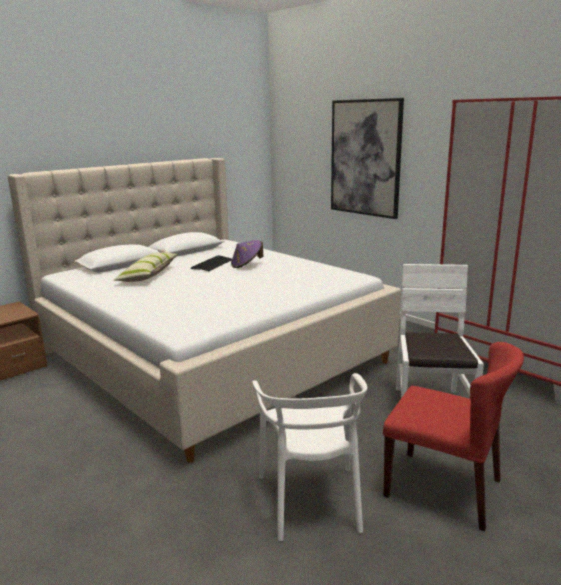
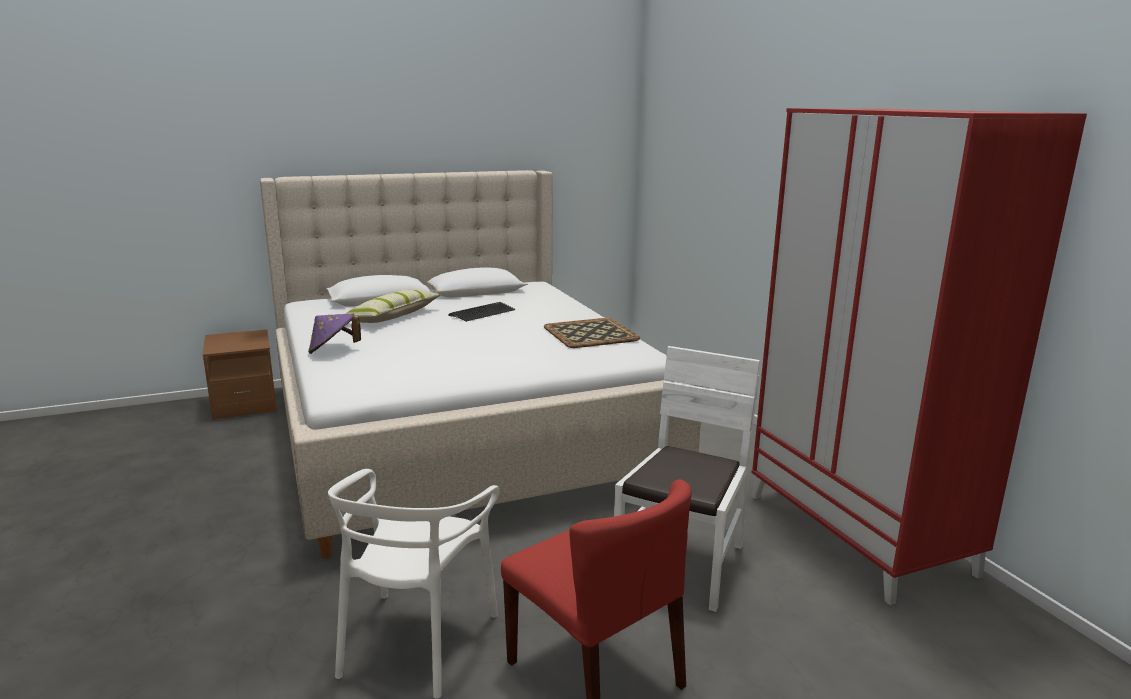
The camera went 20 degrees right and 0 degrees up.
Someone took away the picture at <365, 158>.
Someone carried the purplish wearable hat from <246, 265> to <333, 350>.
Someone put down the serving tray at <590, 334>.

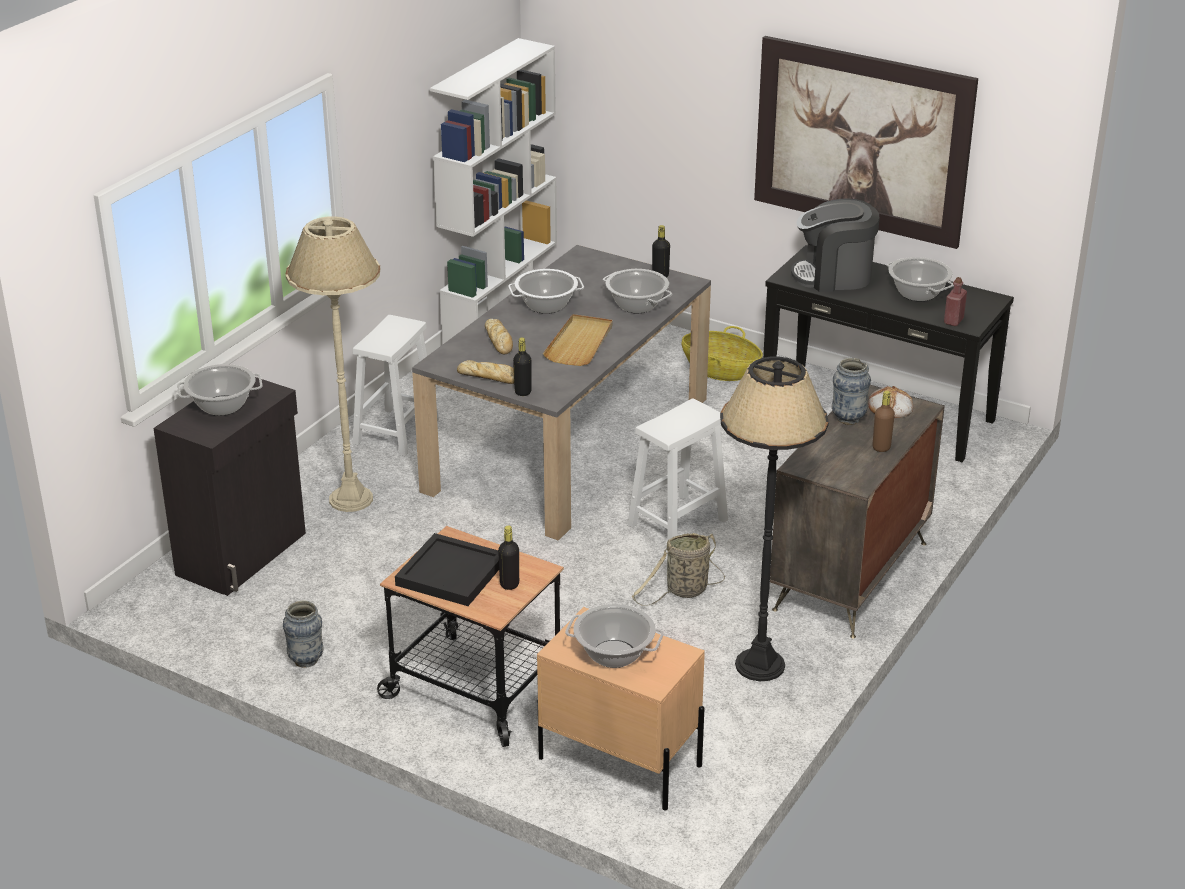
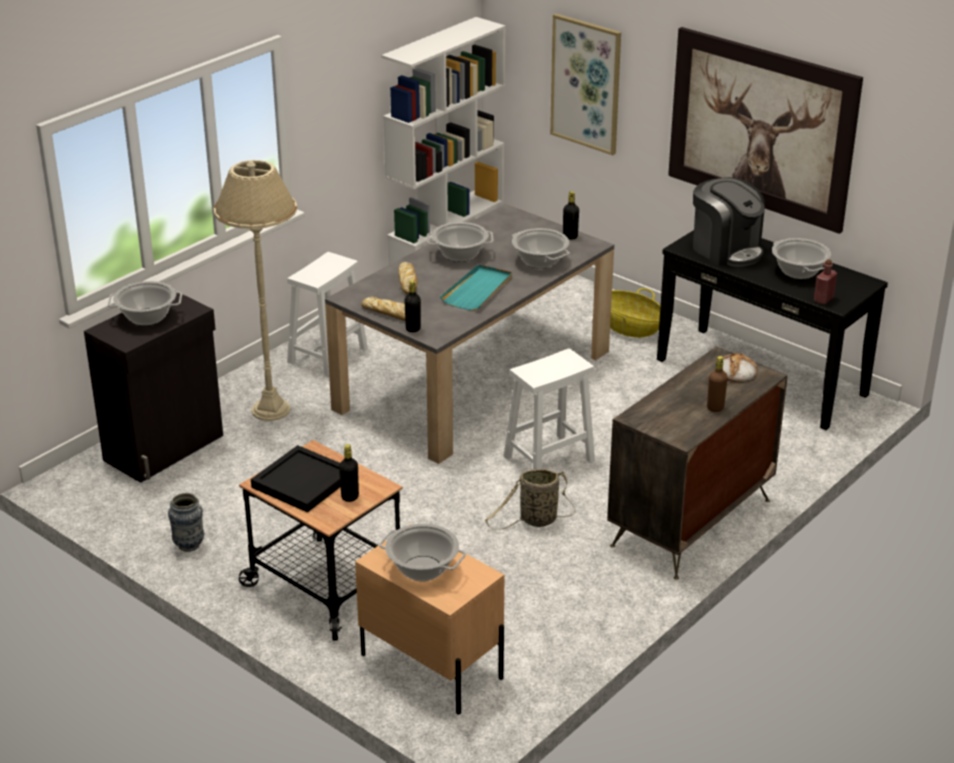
The camera went 10 degrees right and 0 degrees up.
Someone rotated the coffee maker at <834, 276> by 135 degrees counterclockwise.
Someone repainted the beige serving tray at <580, 343>, which became the turquoise serving tray at <478, 290>.
Someone took away the black-coloured standard lamp at <759, 665>.
Someone took away the decorative vase at <848, 419>.
Someone put up the picture at <586, 84>.

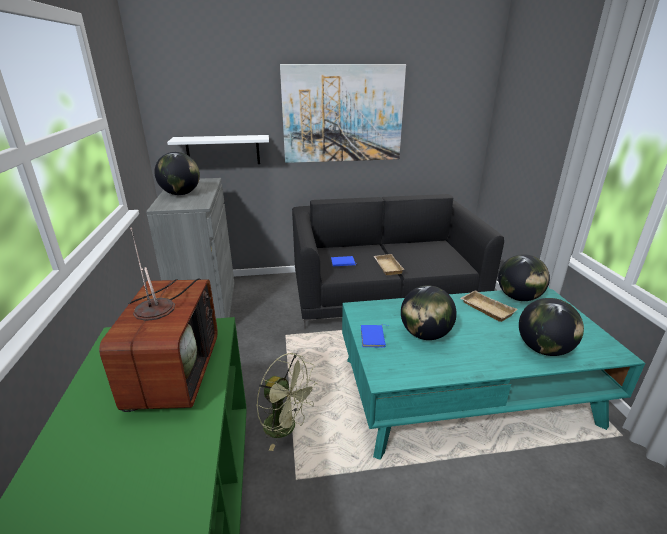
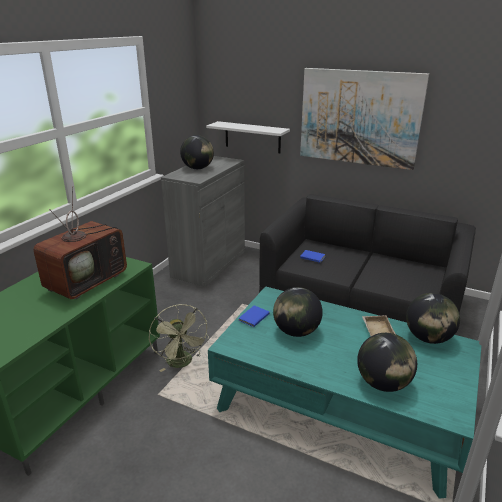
The camera went 35 degrees right and 0 degrees up.
Someone took away the beige serving tray at <386, 267>.

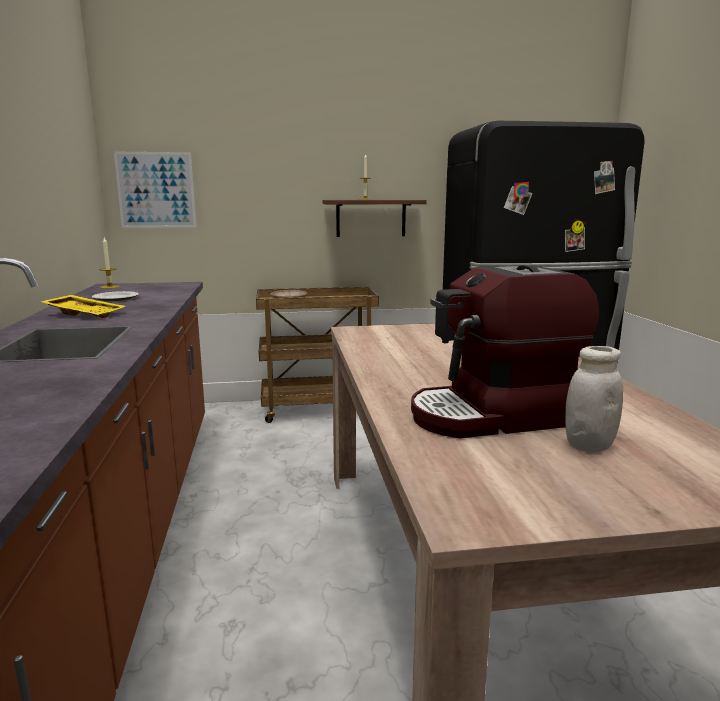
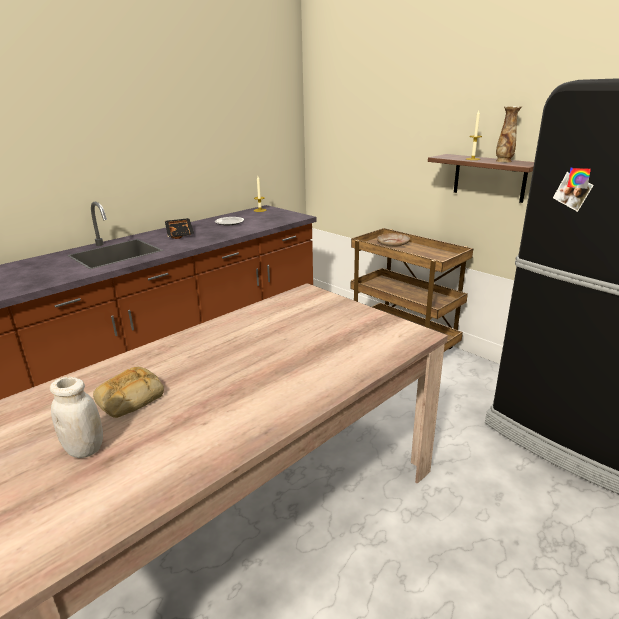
The camera went 55 degrees right and 10 degrees up.
Someone took away the picture at <156, 190>.
Someone swapped the coffee maker at <494, 416> for the bakery bread at <129, 398>.
Someone repainted the yellow-coloured serving tray at <86, 314>, which became the black-coloured serving tray at <180, 233>.
Someone put down the decorative vase at <504, 161>.

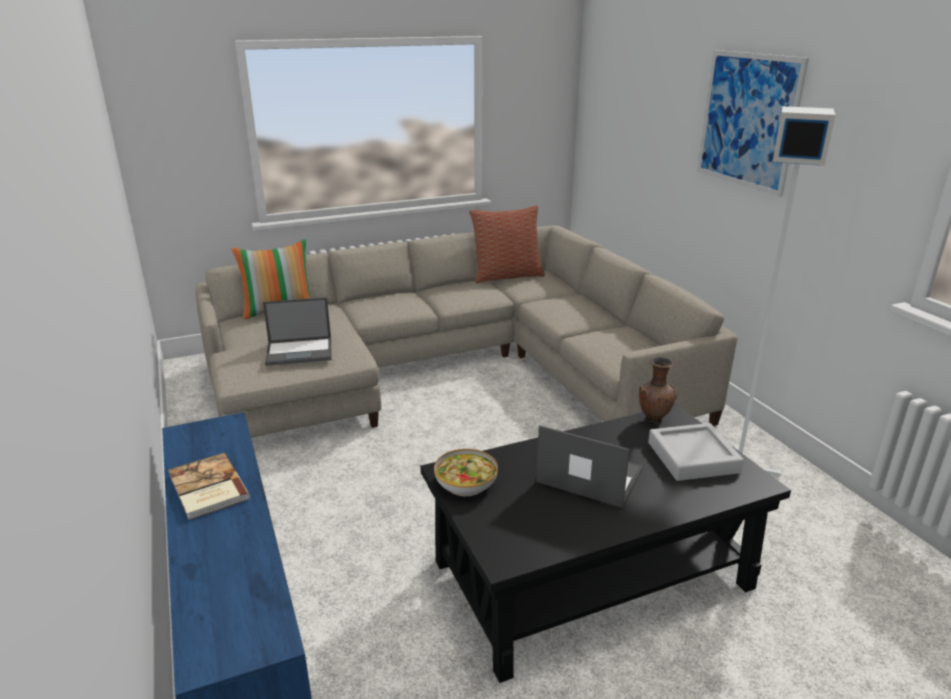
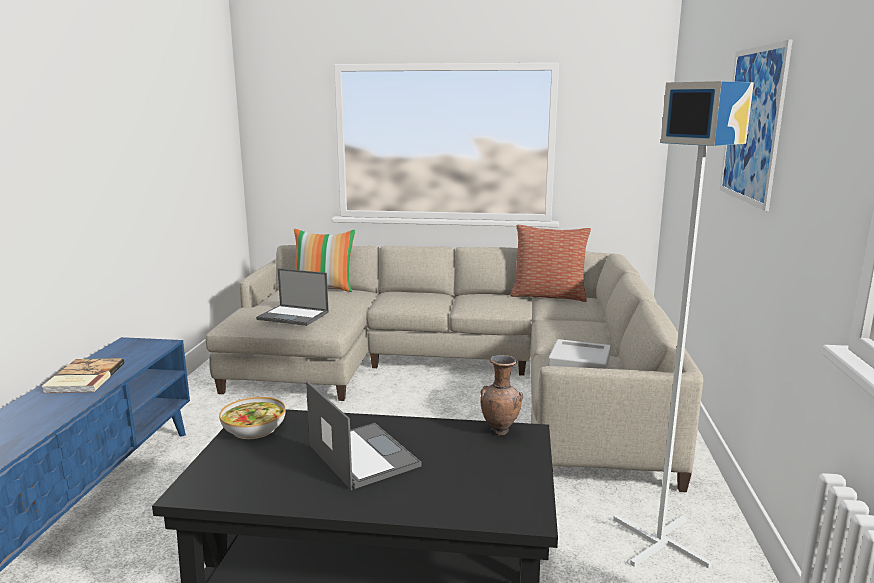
The camera went 30 degrees right and 10 degrees down.
Someone carried the gray serving tray from <693, 457> to <579, 363>.

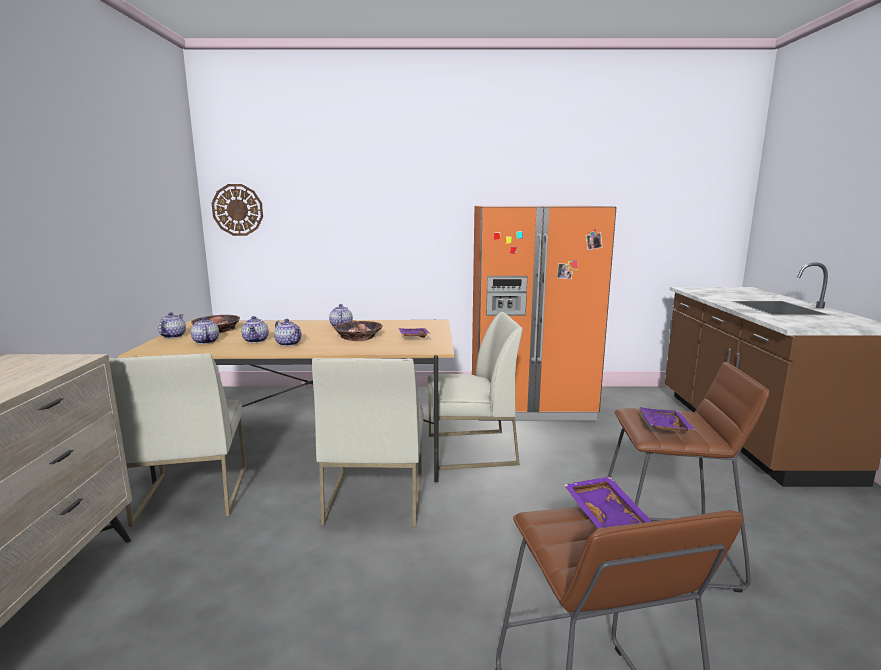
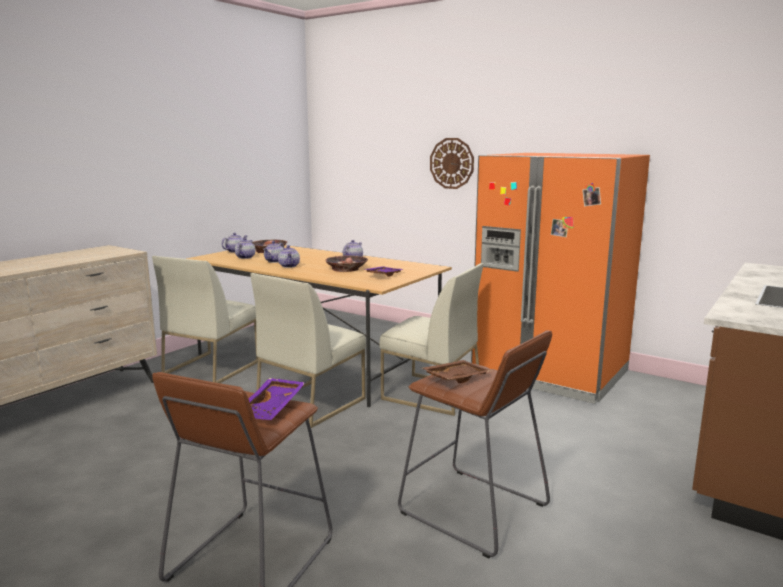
The camera went 35 degrees right and 0 degrees up.
Someone carried the clock on the wall from <237, 210> to <452, 163>.
Someone repainted the purplish serving tray at <662, 427>, which became the brownish serving tray at <455, 378>.

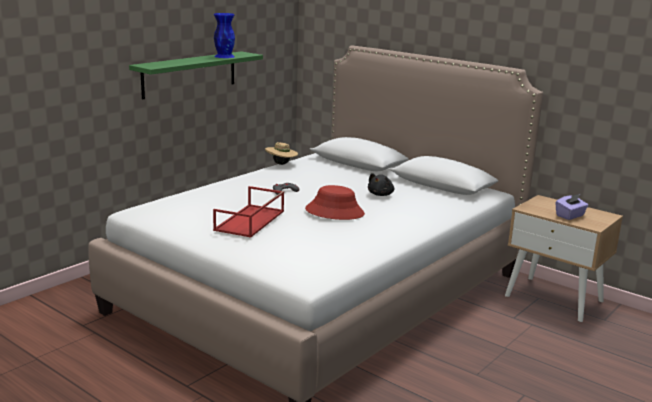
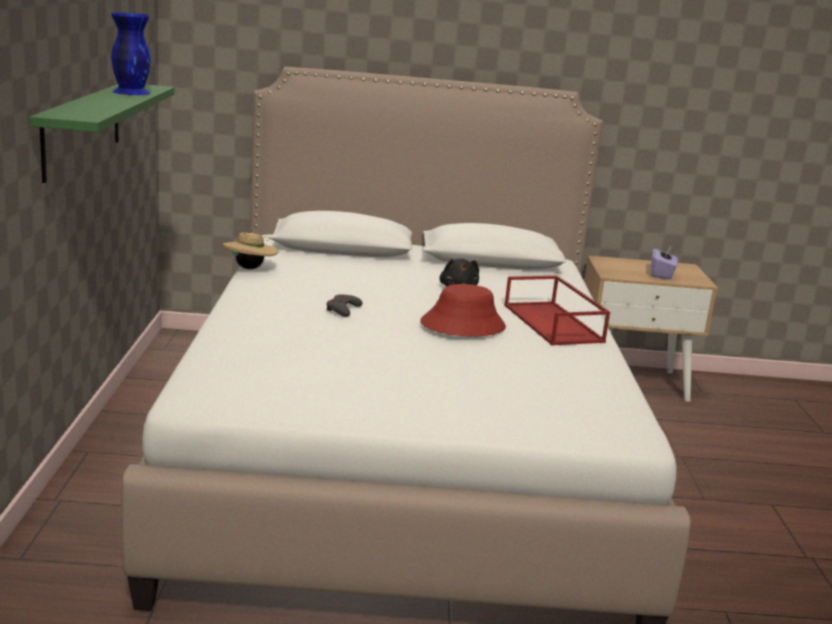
The camera went 40 degrees left and 0 degrees up.
Someone carried the red serving tray from <250, 221> to <554, 323>.

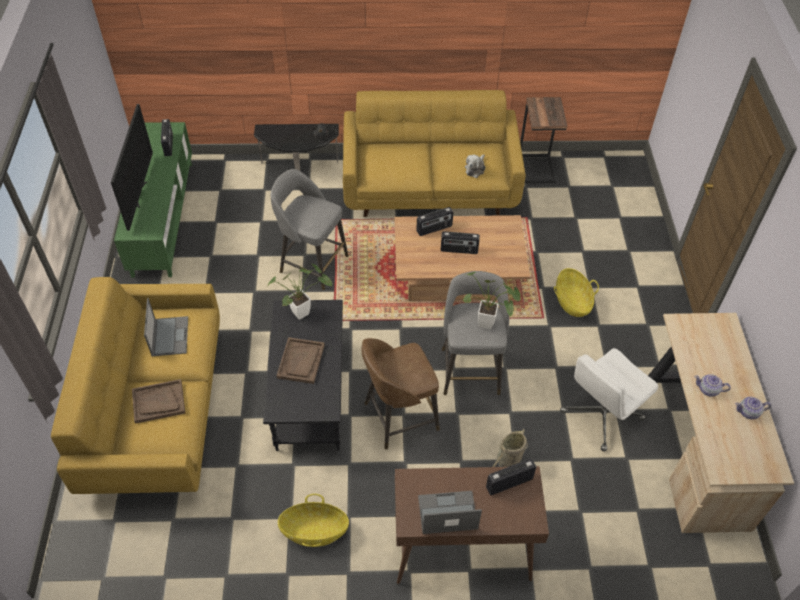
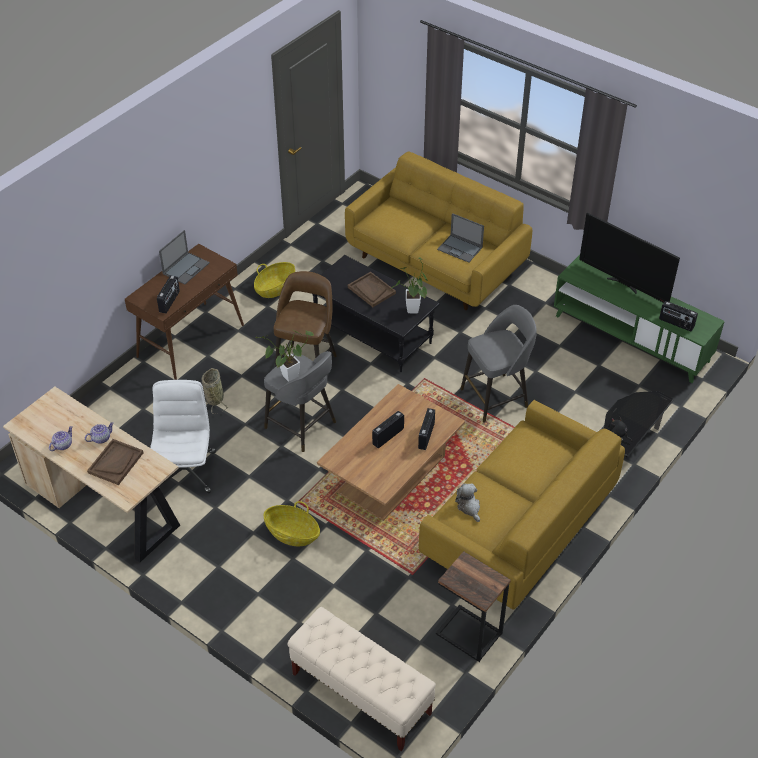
The camera went 130 degrees right and 5 degrees down.
Someone carried the brownish serving tray from <158, 402> to <115, 463>.
Someone put down the beige bench at <361, 694>.

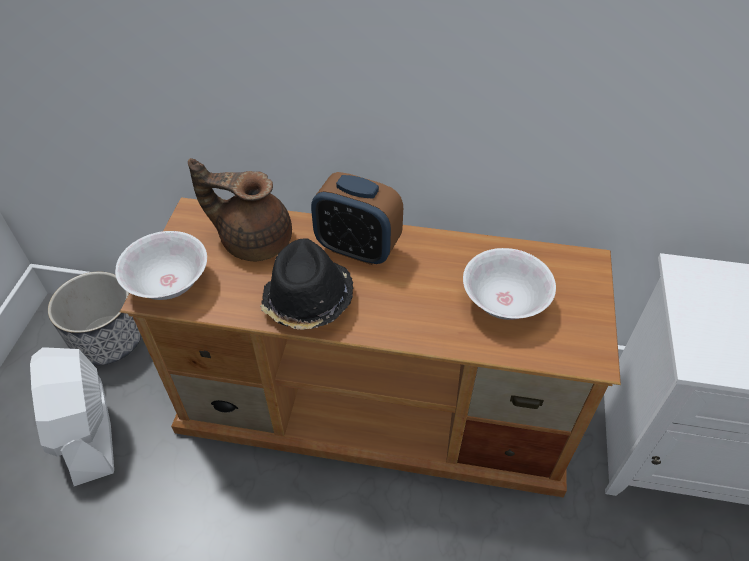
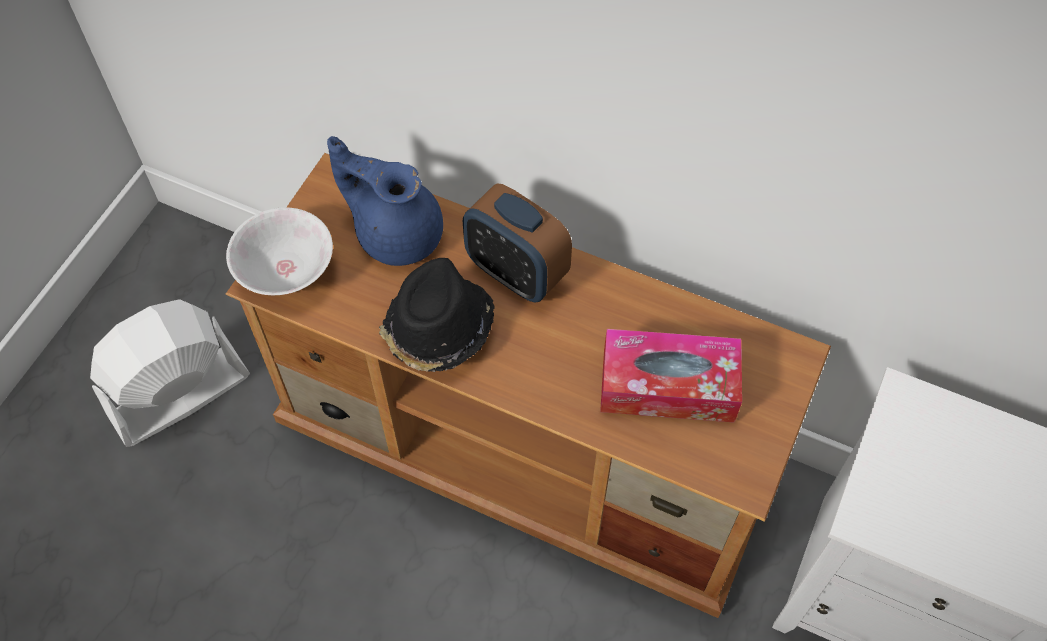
The camera went 15 degrees right and 10 degrees up.
Someone repainted the brownish tea pot at <254, 240>, which became the blue-coloured tea pot at <396, 233>.
Someone swapped the whitish bowl at <504, 302> for the tissue box at <668, 386>.
Someone took away the planter at <109, 339>.
Someone rotated the whitish electric fan at <88, 431> by 60 degrees clockwise.

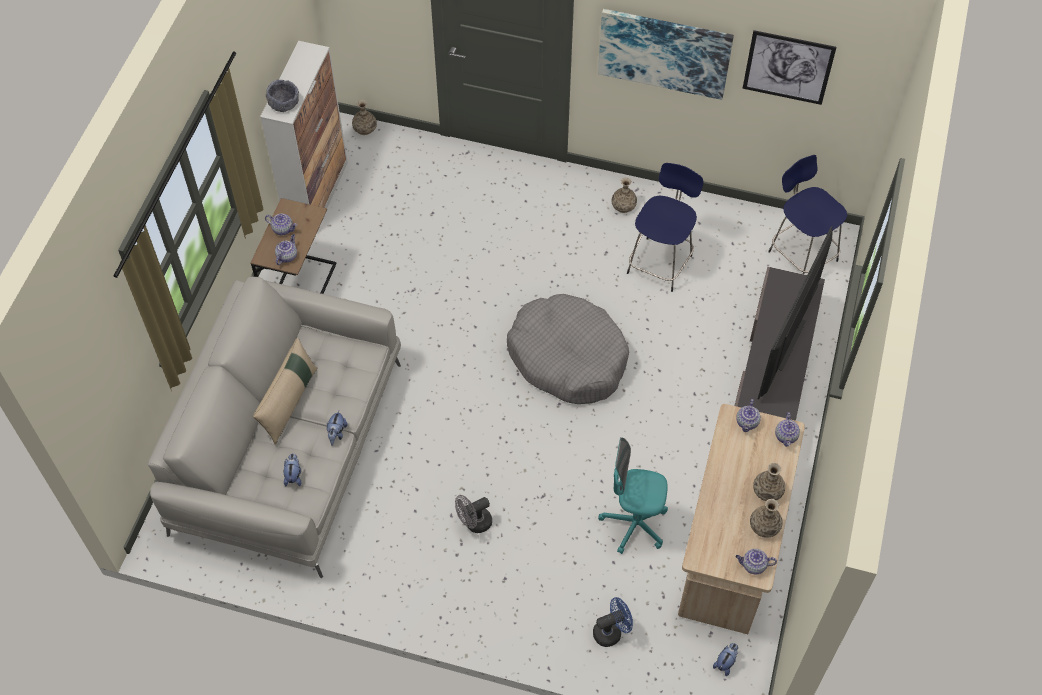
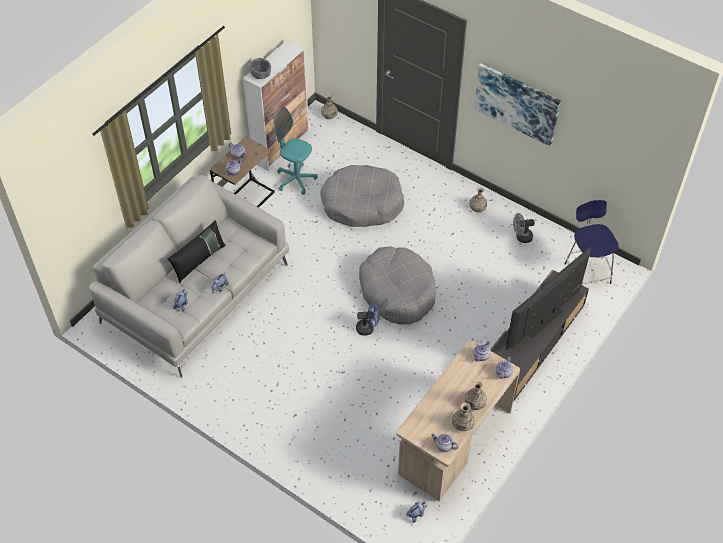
The camera went 20 degrees right and 5 degrees down.
Someone took away the picture at <788, 67>.
Someone took away the blue-coloured stool seat at <660, 262>.
Someone repainted the beige pillow at <289, 402>, which became the black-coloured pillow at <199, 261>.
Someone carried the turquoise desk chair from <634, 524> to <296, 180>.
Someone carried the gray electric fan from <474, 523> to <521, 237>.
Someone carried the blue-coloured electric fan from <611, 631> to <368, 328>.
Someone put down the gray dog cushion at <362, 203>.

